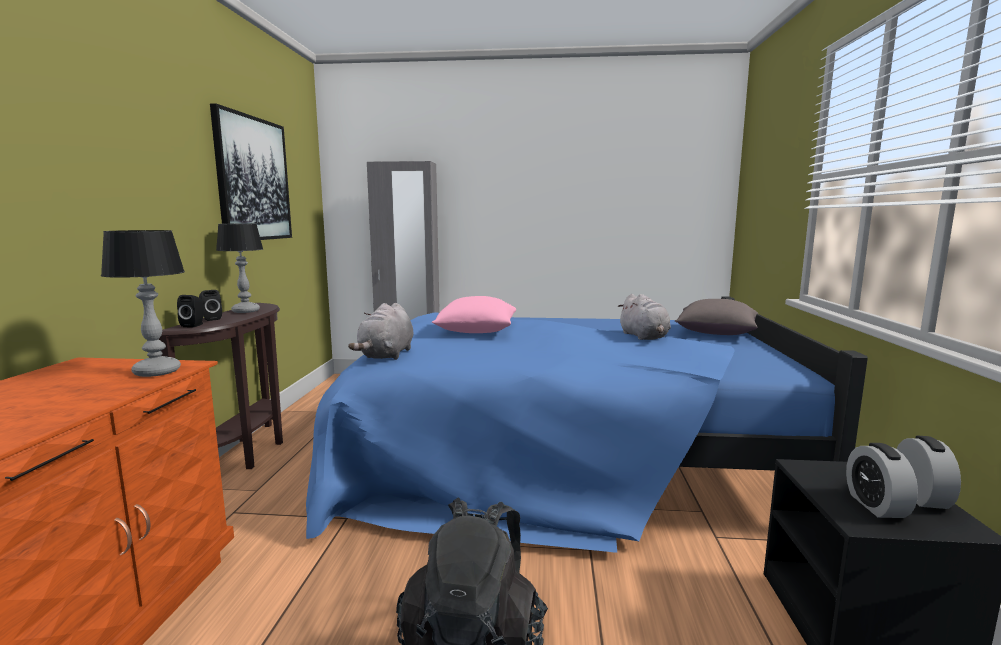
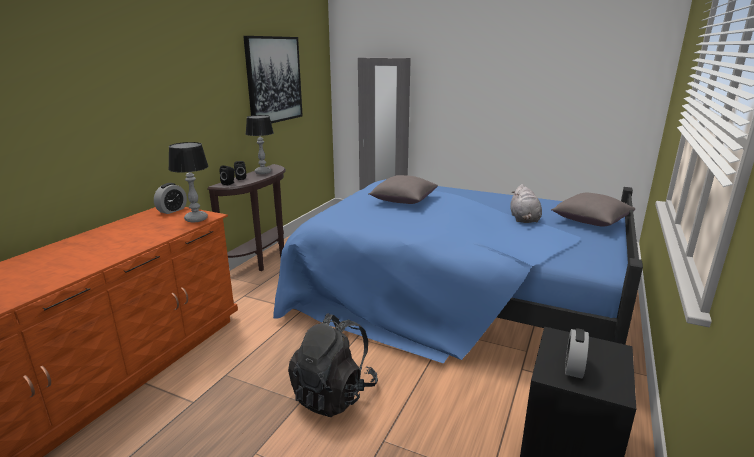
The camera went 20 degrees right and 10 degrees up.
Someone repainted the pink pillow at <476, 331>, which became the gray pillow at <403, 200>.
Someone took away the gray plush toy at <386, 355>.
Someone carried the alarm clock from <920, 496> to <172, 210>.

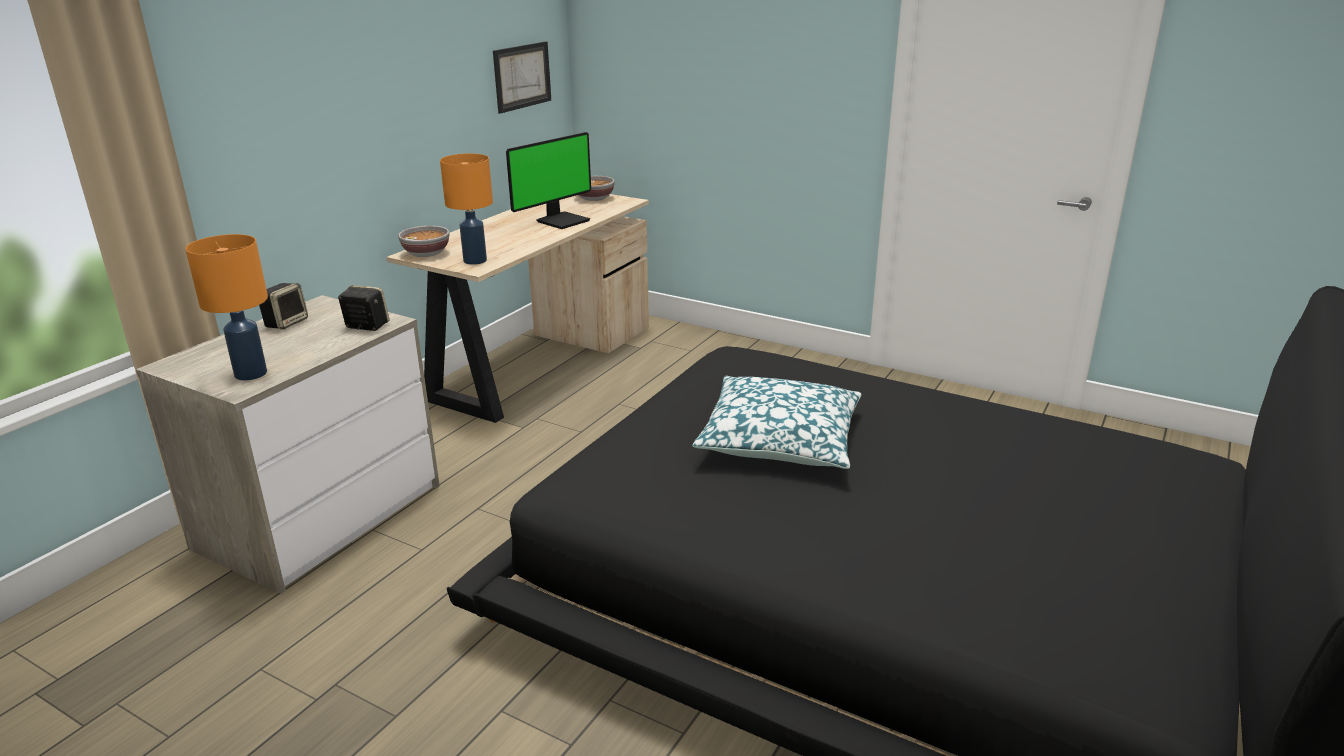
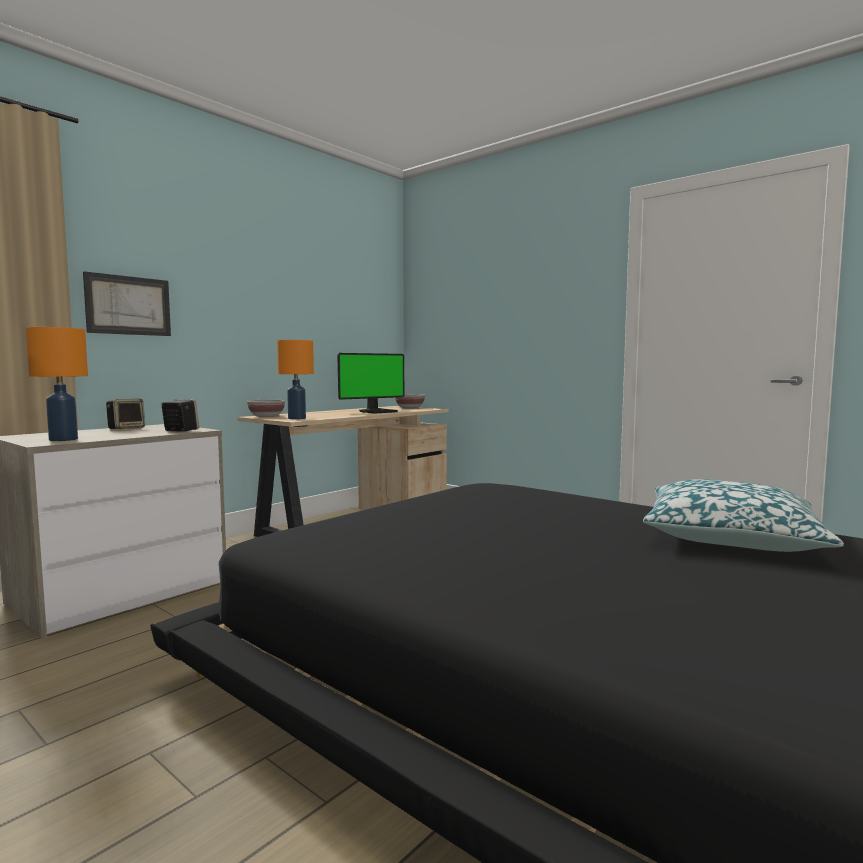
The camera went 10 degrees right and 20 degrees down.
Someone carried the picture from <522, 76> to <128, 305>.
Someone carried the pillow from <780, 439> to <731, 536>.

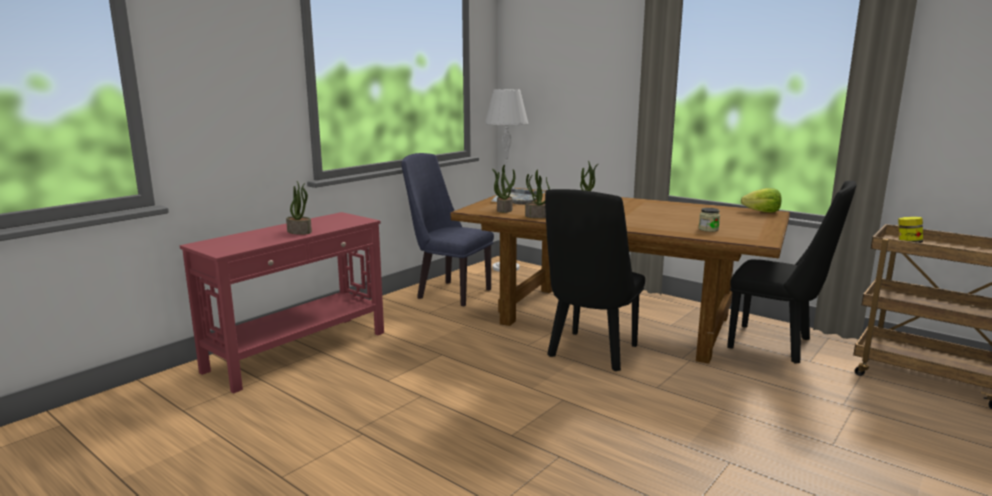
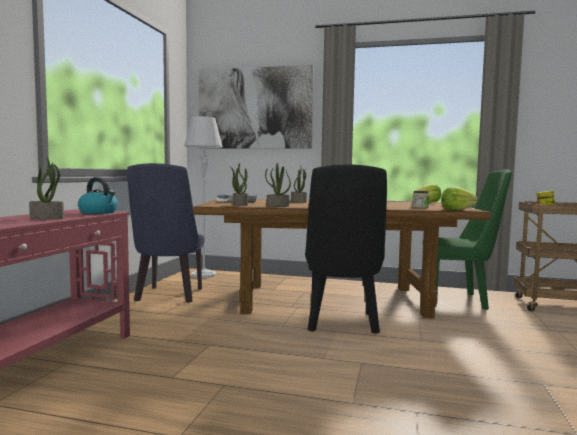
The camera went 25 degrees left and 10 degrees down.
Someone rotated the blue-coloured upright chair at <448, 292> by 90 degrees counterclockwise.
Someone repainted the black-coloured upright chair at <777, 345>, which became the greenish upright chair at <460, 300>.
Someone put up the picture at <254, 108>.
Someone put down the kettle at <99, 212>.
Someone put down the lettuce head at <456, 209>.

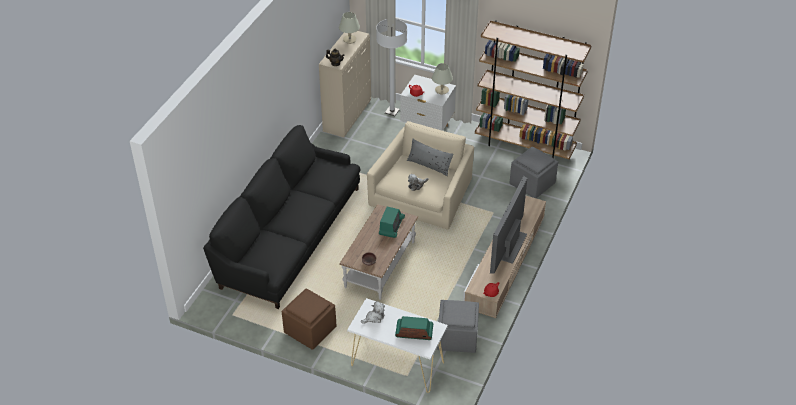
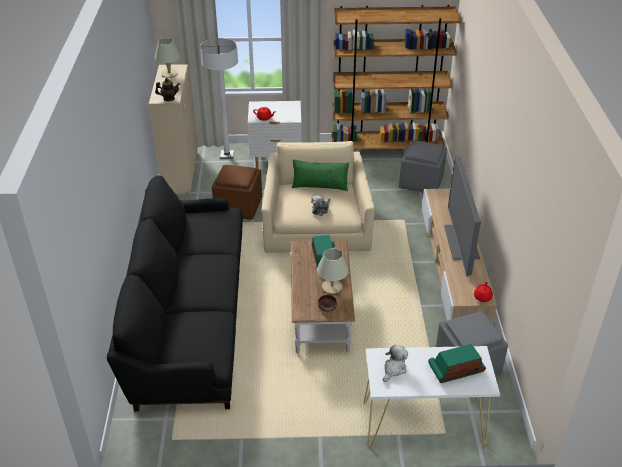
The camera went 25 degrees left and 5 degrees down.
Someone carried the beige lamp for a table from <441, 90> to <332, 287>.
Someone repainted the gray pillow at <429, 165>, which became the greenish pillow at <320, 185>.
Someone carried the brownish ottoman from <309, 330> to <238, 207>.

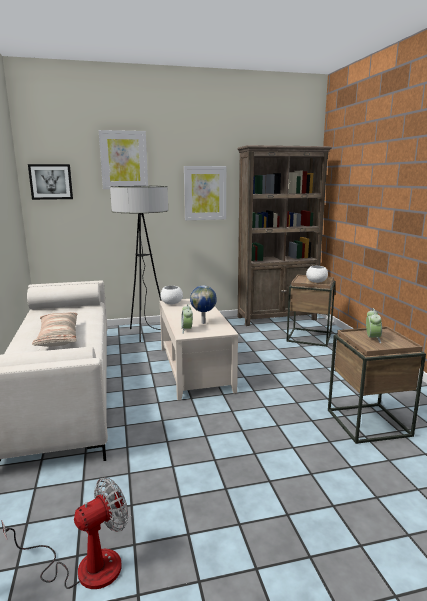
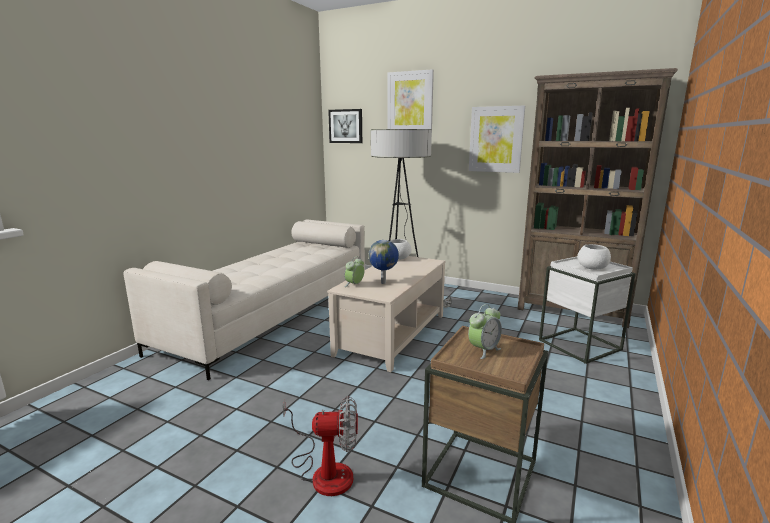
The camera went 40 degrees right and 0 degrees up.
Someone repainted the brownish side table at <309, 337>, which became the whitish side table at <579, 345>.
Someone took away the pillow at <58, 337>.
Someone carried the electric fan from <84, 566> to <324, 470>.

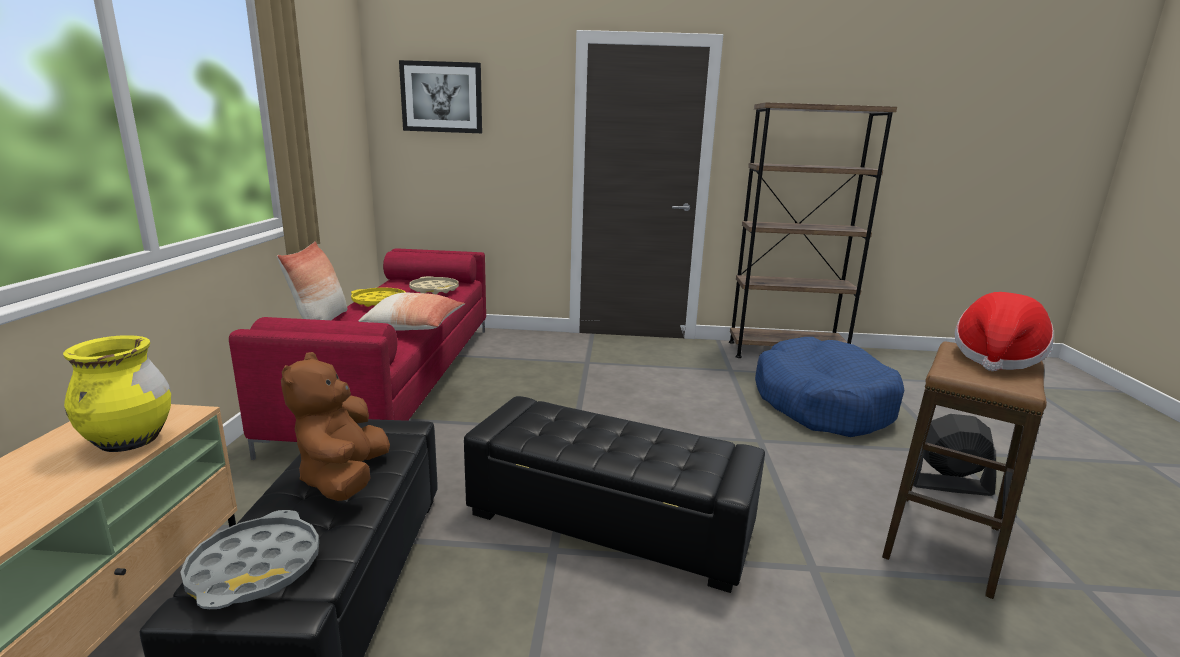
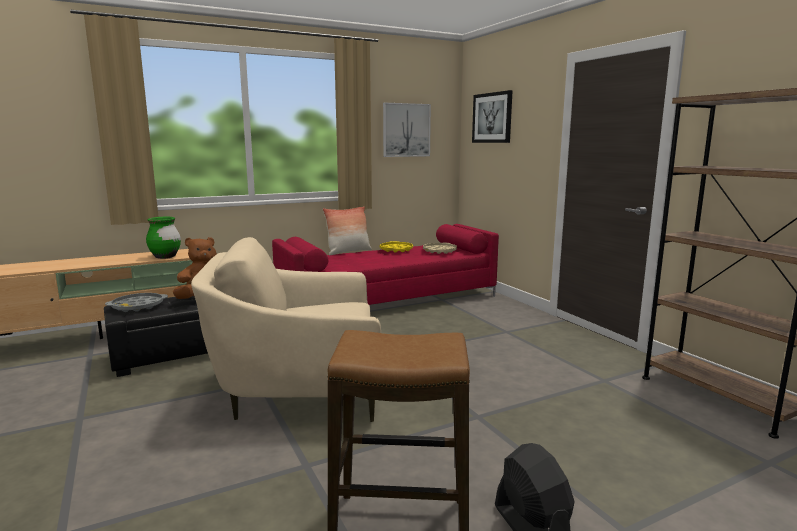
The camera went 60 degrees right and 5 degrees down.
Someone took away the wearable hat at <995, 358>.
Someone took away the pillow at <415, 327>.
Someone repainted the yellow-coloured decorative vase at <130, 441>, which became the greenish decorative vase at <165, 257>.
Someone took away the blue-coloured dog cushion at <822, 403>.
Someone swapped the black-coloured ottoman at <609, 522> for the beige lounge chair at <299, 389>.
Someone put up the picture at <406, 130>.

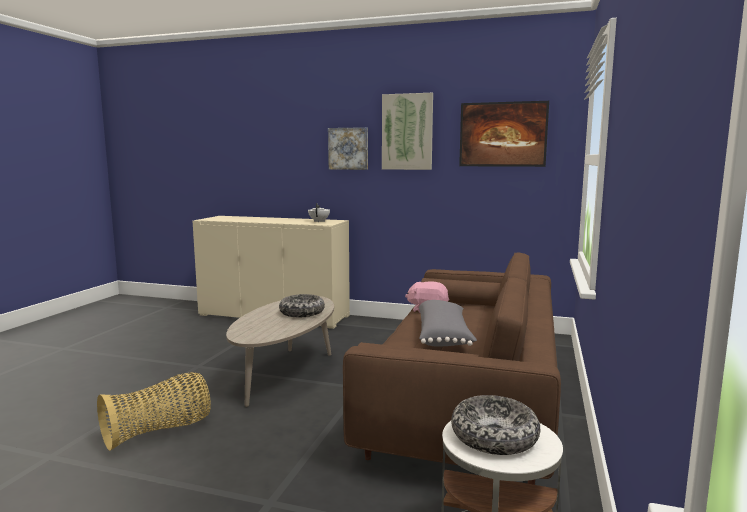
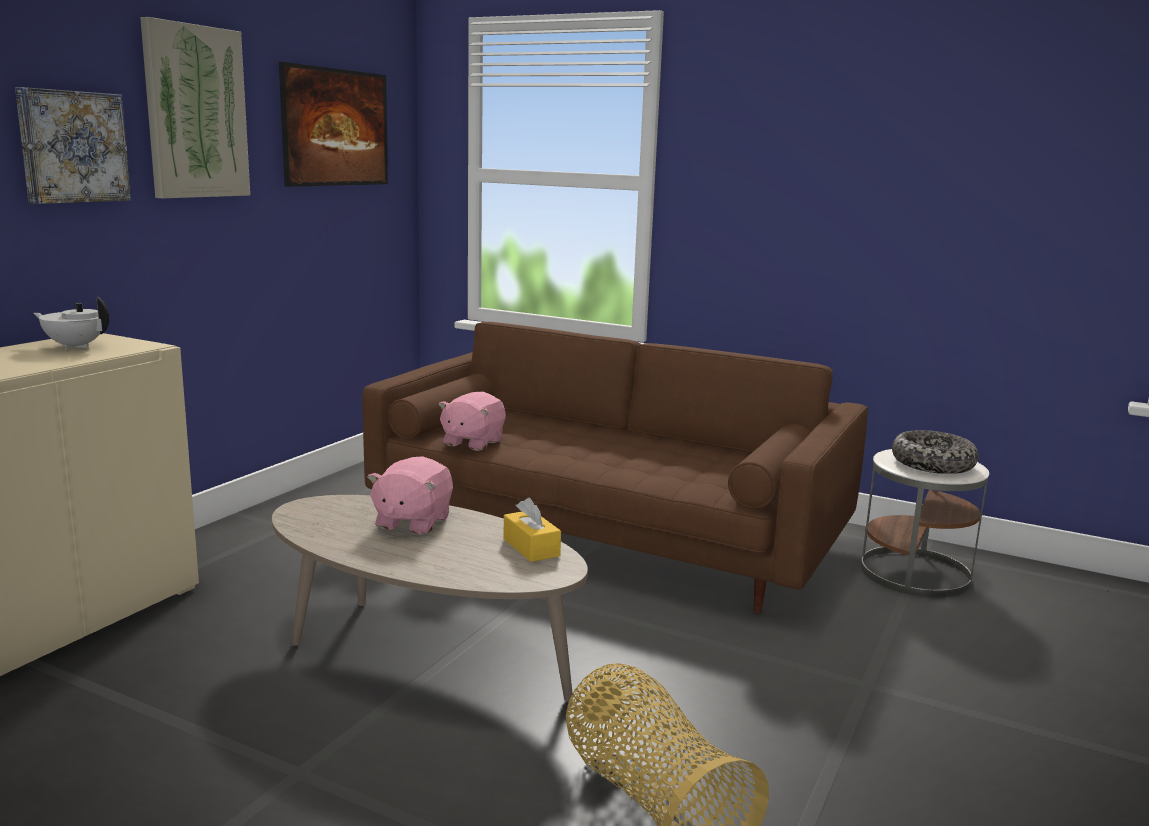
The camera went 80 degrees left and 5 degrees up.
Someone swapped the bowl at <302, 313> for the pink plush toy at <412, 522>.
Someone took away the gray pillow at <444, 337>.
Someone put down the yellow-coloured tissue box at <531, 547>.

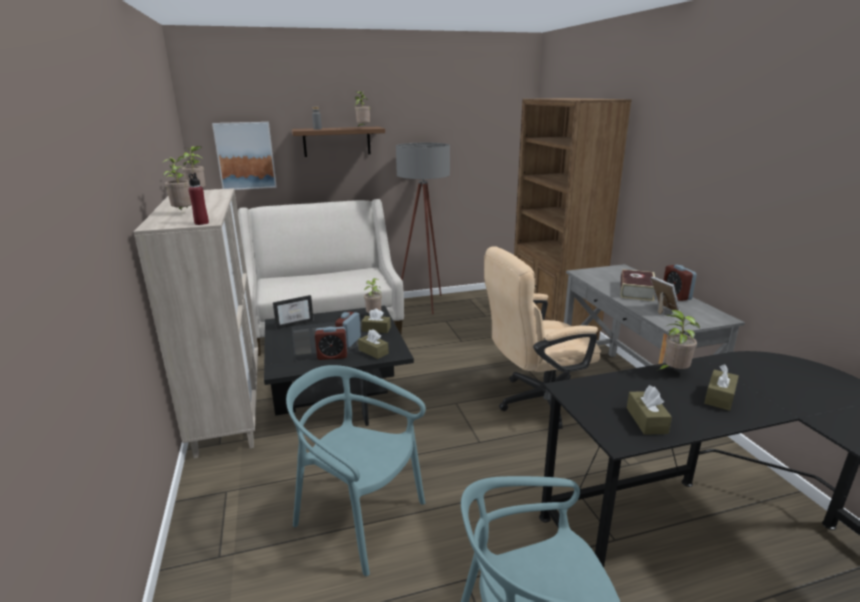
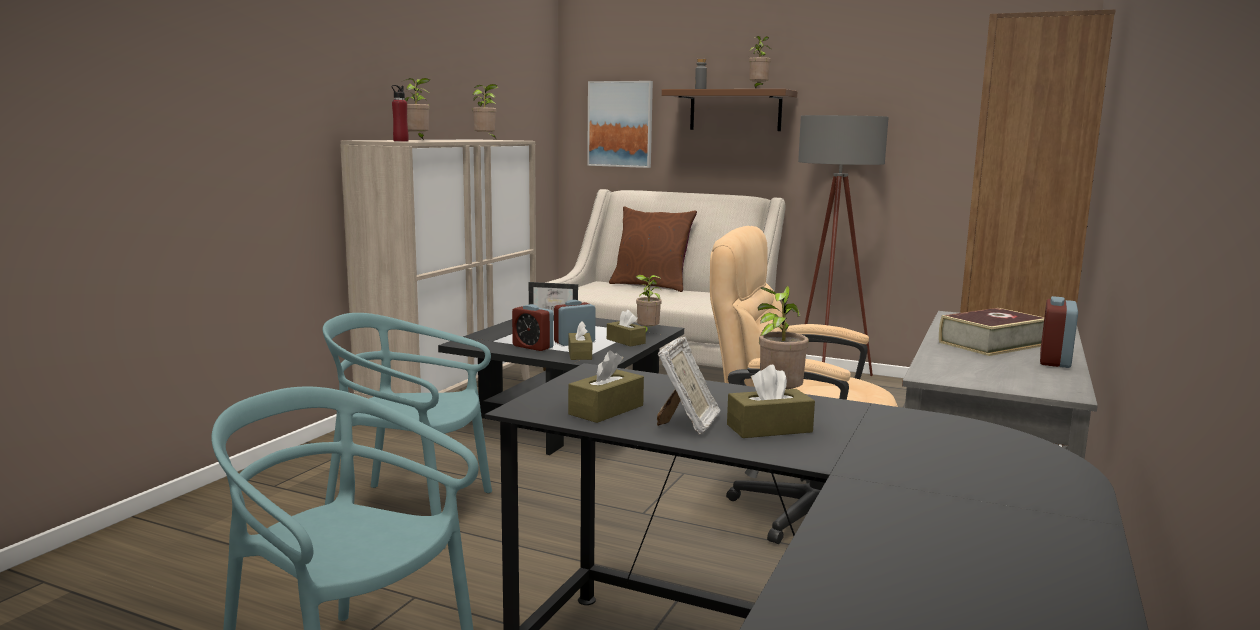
The camera went 40 degrees right and 10 degrees down.
Someone carried the picture frame from <663, 310> to <688, 424>.
Someone rotated the turquoise upright chair at <359, 518> by 60 degrees counterclockwise.
Someone put down the brownish pillow at <651, 286>.

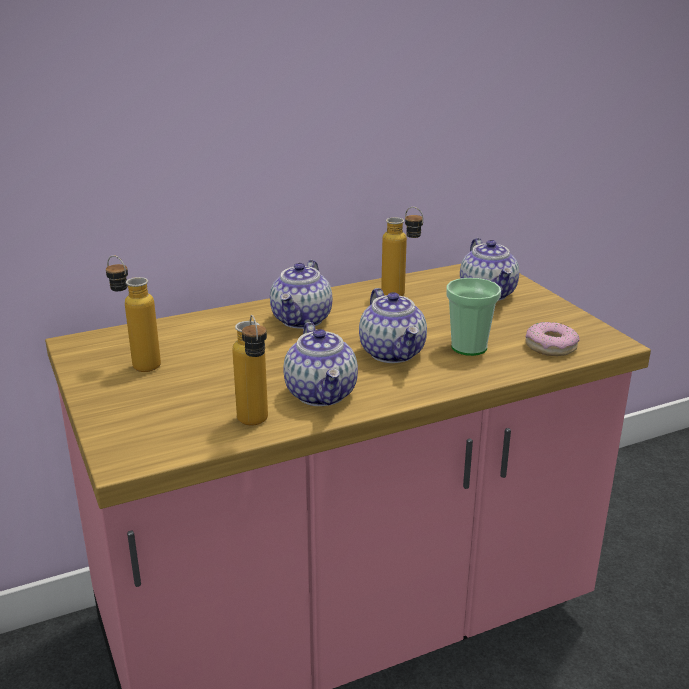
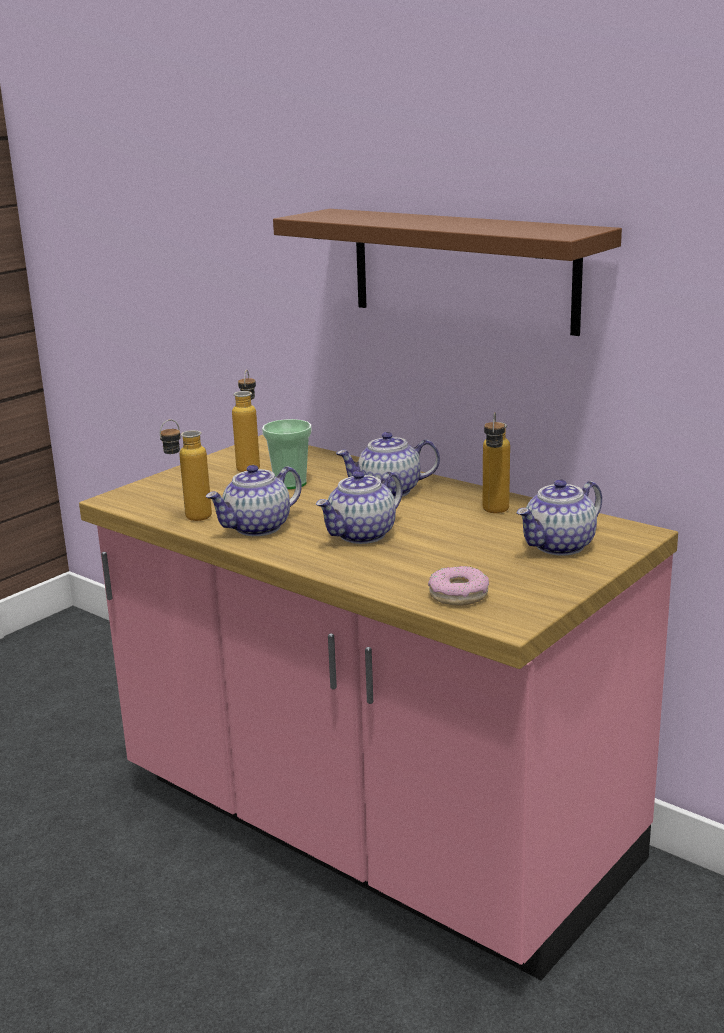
The camera went 65 degrees right and 5 degrees down.
Someone carried the drinking cup from <469, 347> to <290, 483>.
Someone put up the brownish bracket shelf at <462, 269>.

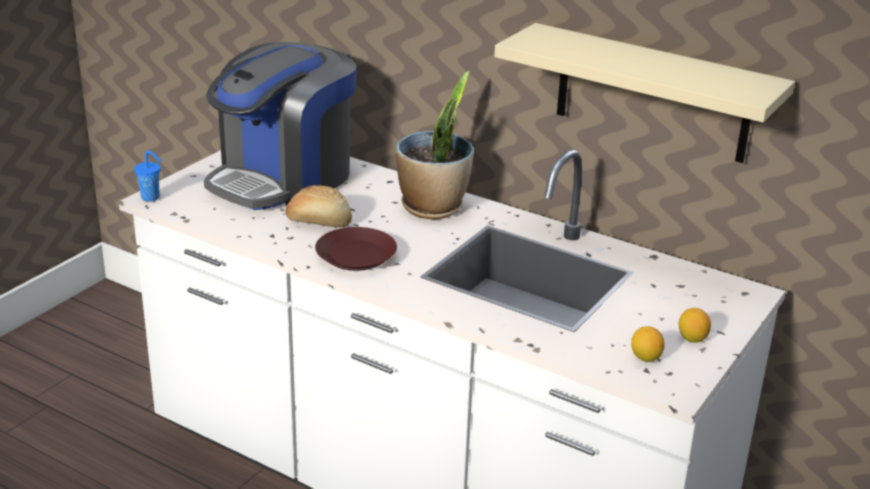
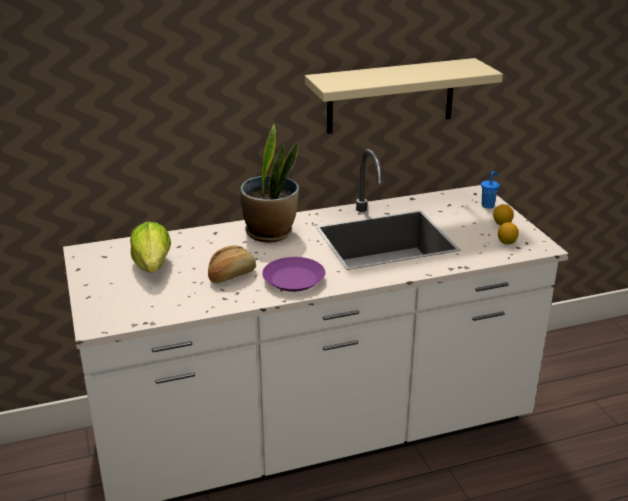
The camera went 50 degrees left and 0 degrees up.
Someone swapped the coffee maker at <283, 179> for the lettuce head at <153, 266>.
Someone carried the blue-coloured drinking cup from <151, 198> to <488, 205>.
Someone repainted the brownish dinner plate at <355, 255>, which became the purplish dinner plate at <293, 279>.

